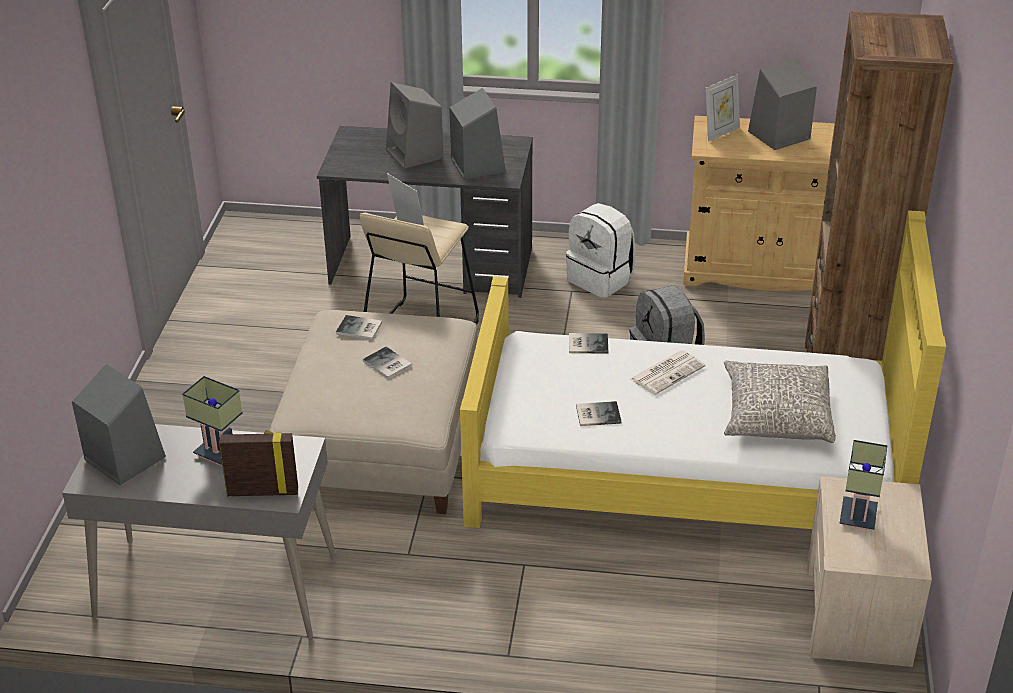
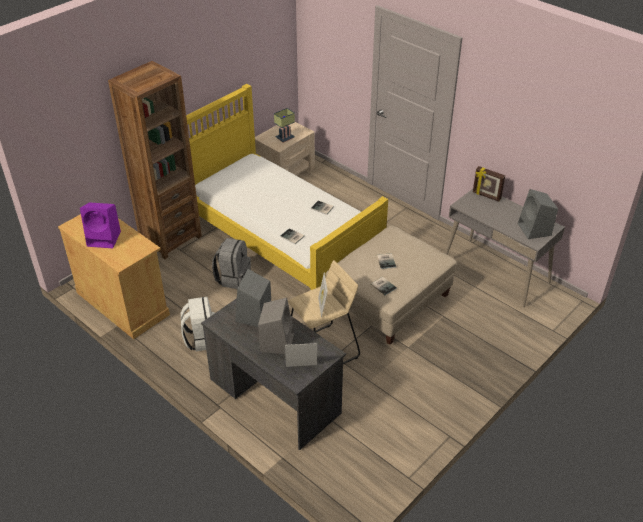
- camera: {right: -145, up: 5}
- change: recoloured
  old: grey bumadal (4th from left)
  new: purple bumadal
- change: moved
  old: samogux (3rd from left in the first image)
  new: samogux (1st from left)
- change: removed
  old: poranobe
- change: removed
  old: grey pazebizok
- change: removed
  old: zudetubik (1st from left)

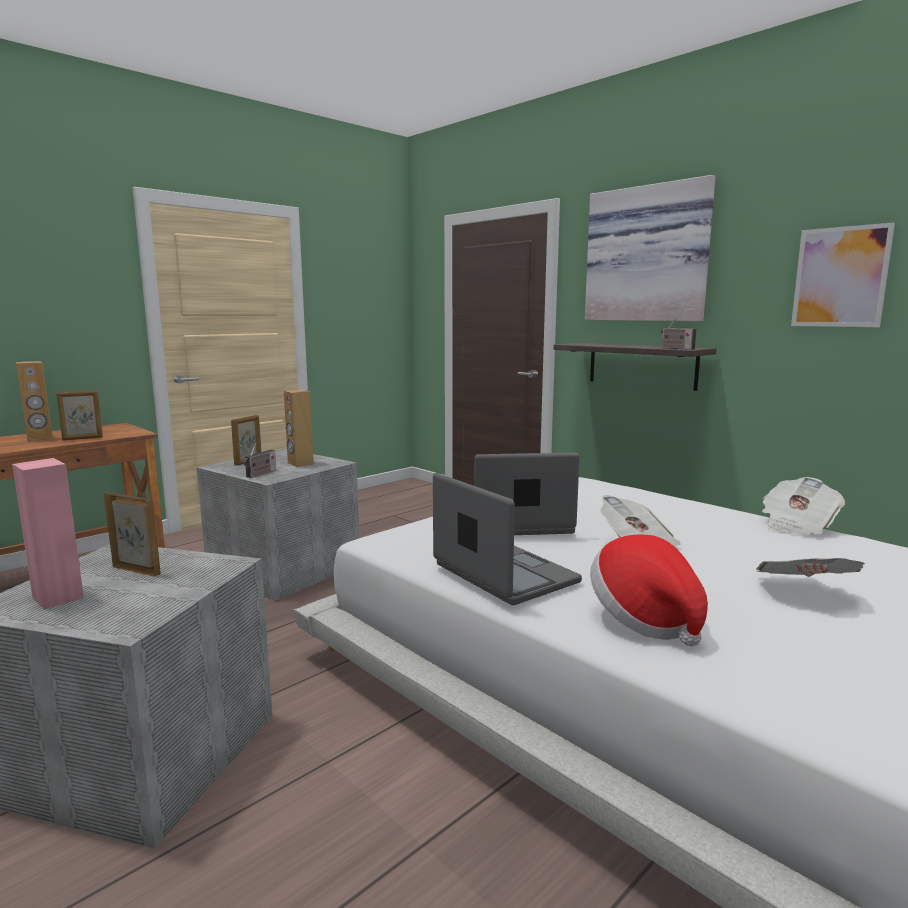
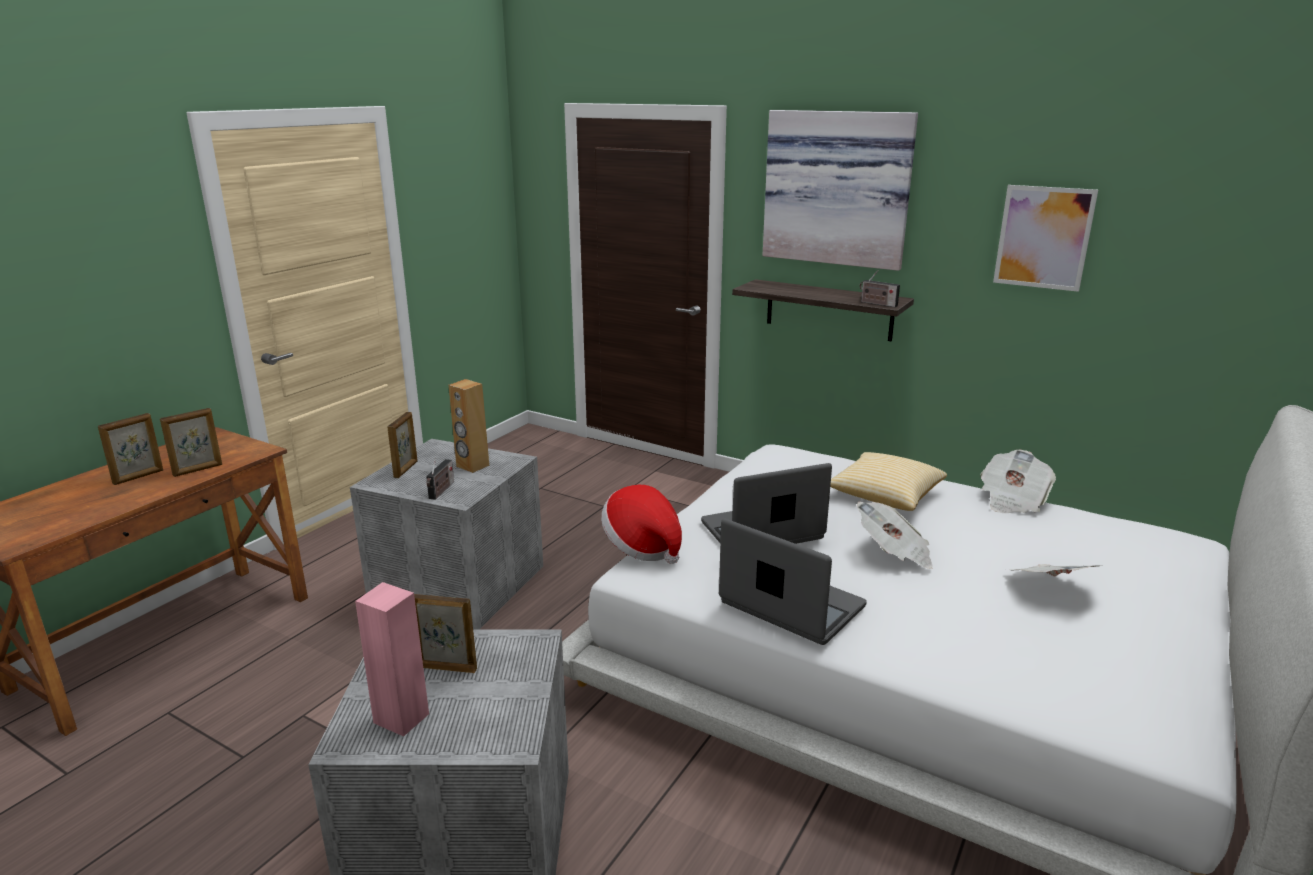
- camera: {right: -15, up: 10}
- change: replaced
  old: brown bumadal (1st from left)
  new: samogux (1st from left)
- change: moved
  old: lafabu
- change: added
  new: pazebizok

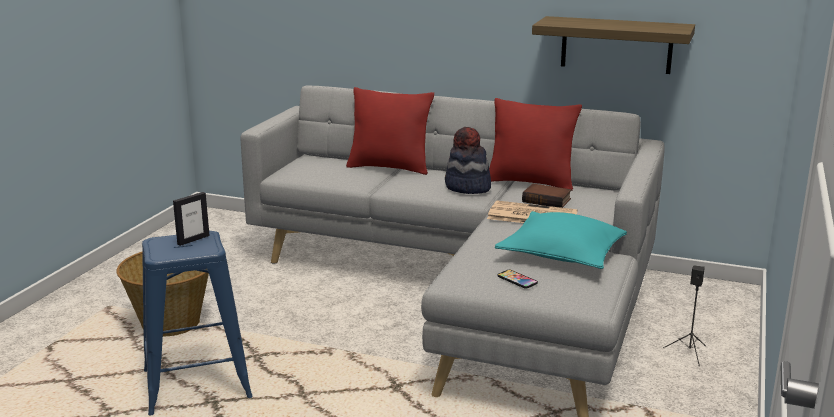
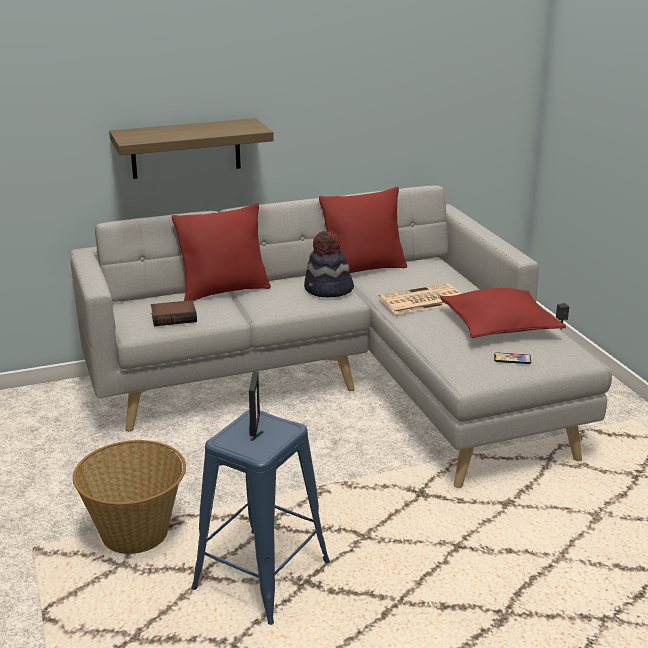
- camera: {right: -40, up: 5}
- change: moved
  old: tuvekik
- change: moved
  old: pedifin
- change: recoloured
  old: turquoise pazebizok
  new: red pazebizok (3rd from left)

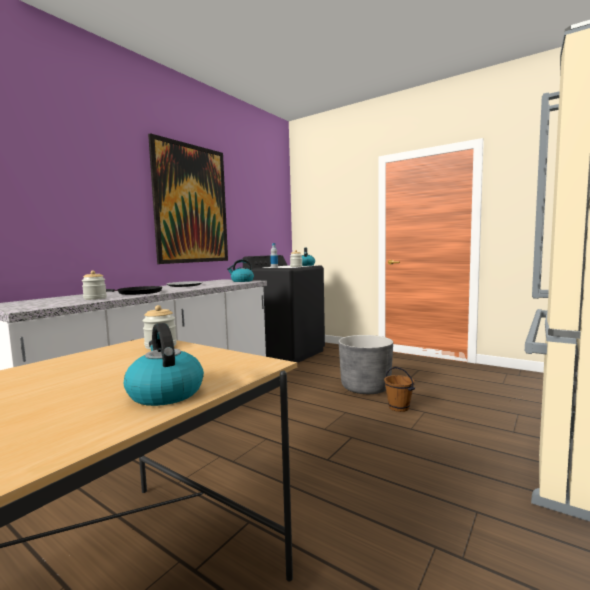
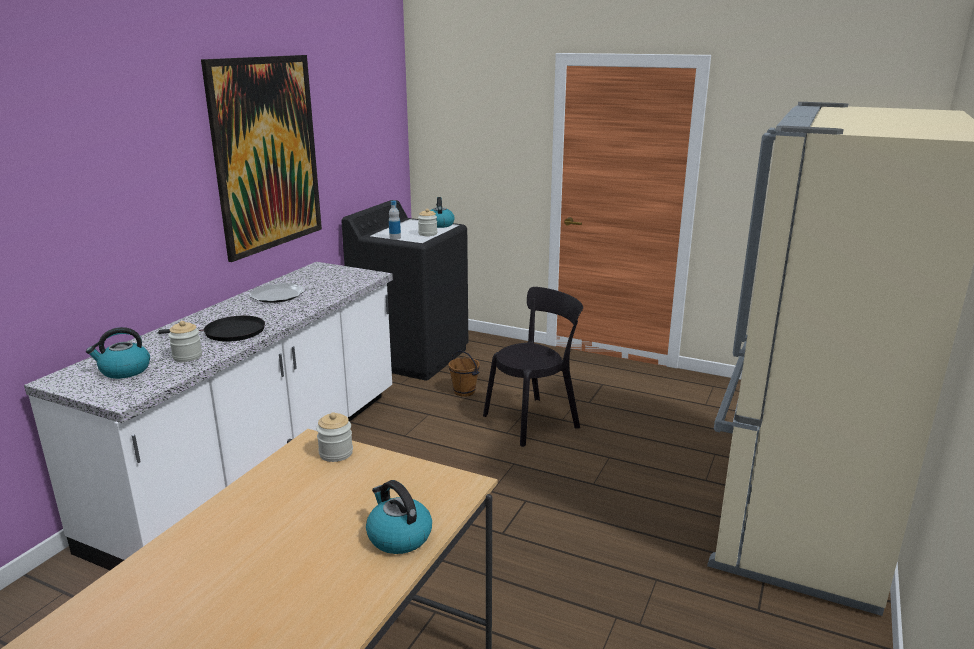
- camera: {right: -10, up: 15}
- change: moved
  old: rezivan (2nd from left in the first image)
  new: rezivan (1st from left)
- change: replaced
  old: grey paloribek
  new: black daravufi
- change: moved
  old: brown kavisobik

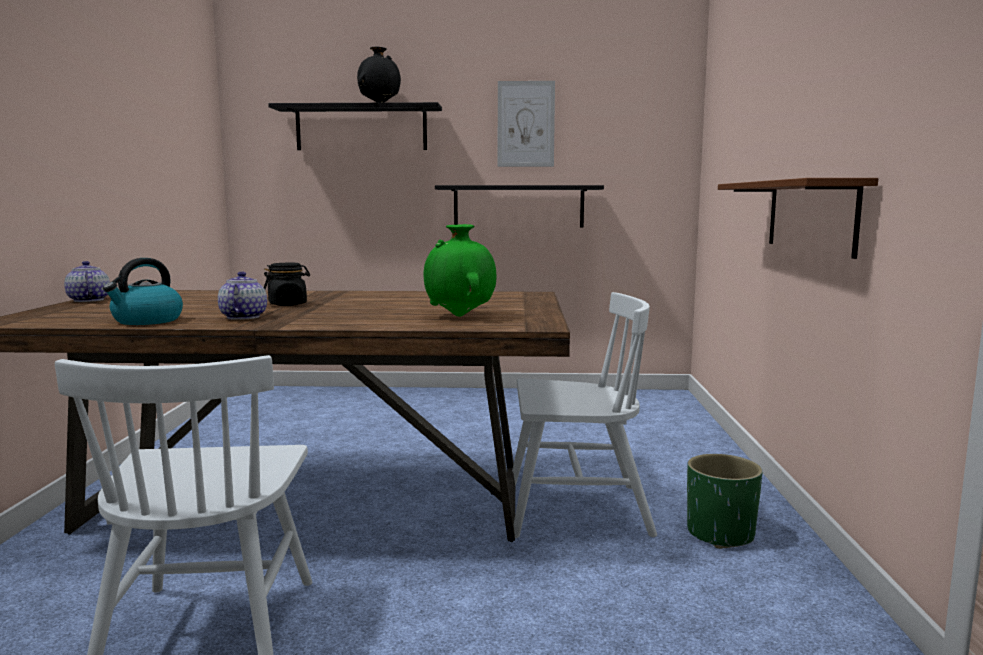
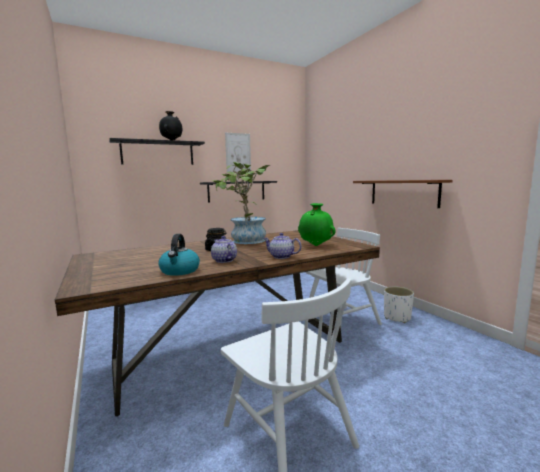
- camera: {right: -30, up: 0}
- change: moved
  old: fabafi (1st from left in the first image)
  new: fabafi (2nd from left)
- change: recoloured
  old: green paloribek
  new: white paloribek
- change: added
  new: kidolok

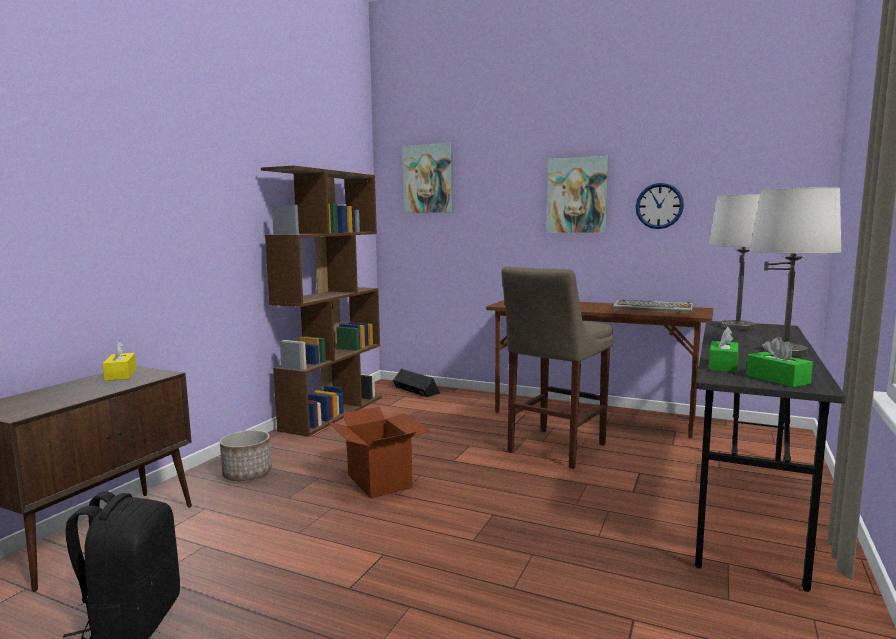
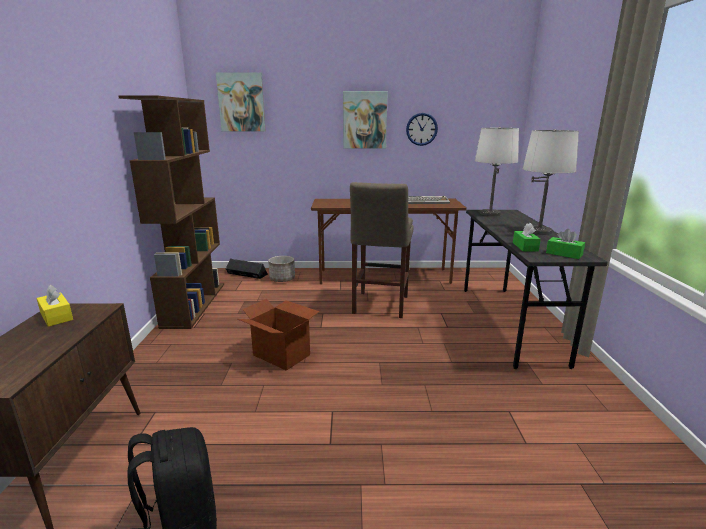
- camera: {right: -25, up: 10}
- change: moved
  old: paloribek

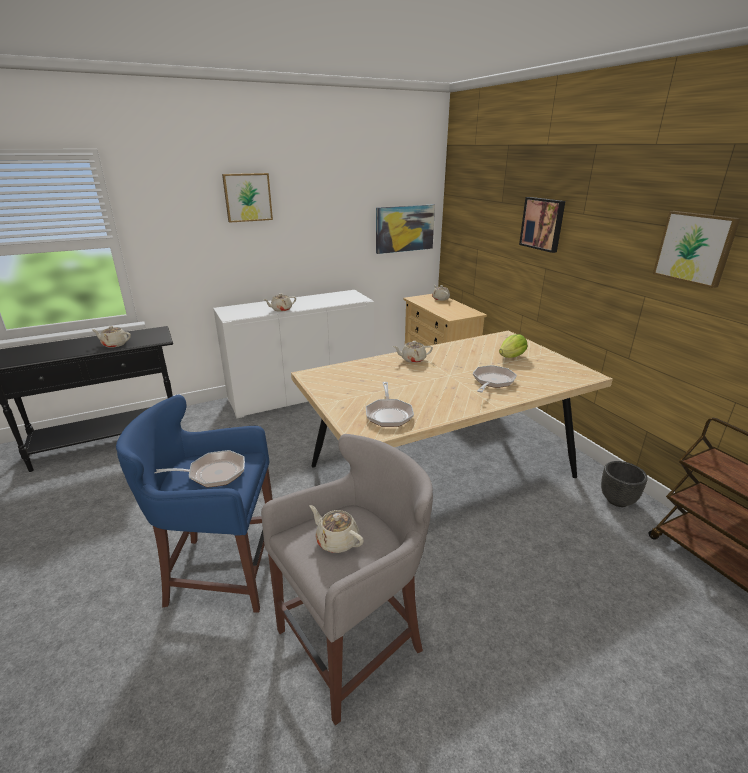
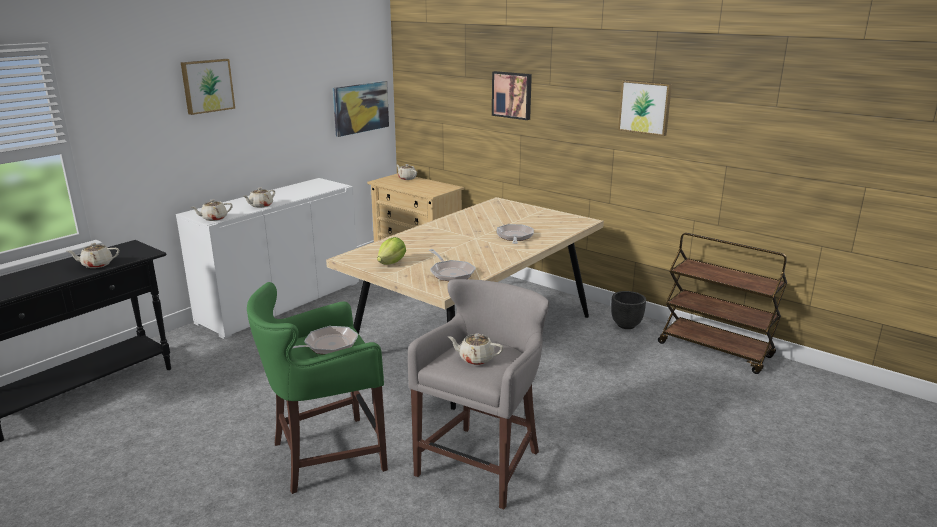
- camera: {right: -25, up: -5}
- change: moved
  old: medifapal
- change: moved
  old: beige fabafi (4th from left in the first image)
  new: beige fabafi (2nd from left)
- change: recoloured
  old: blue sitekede
  new: green sitekede

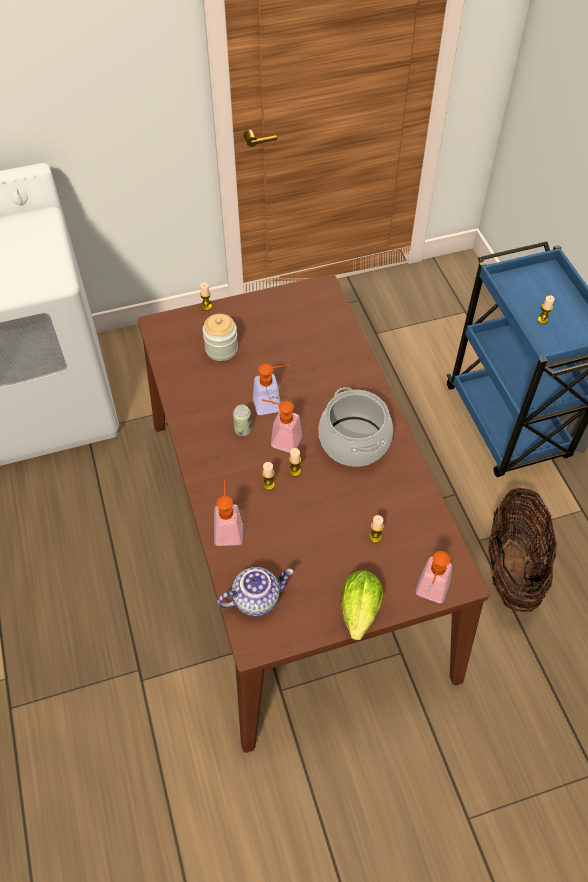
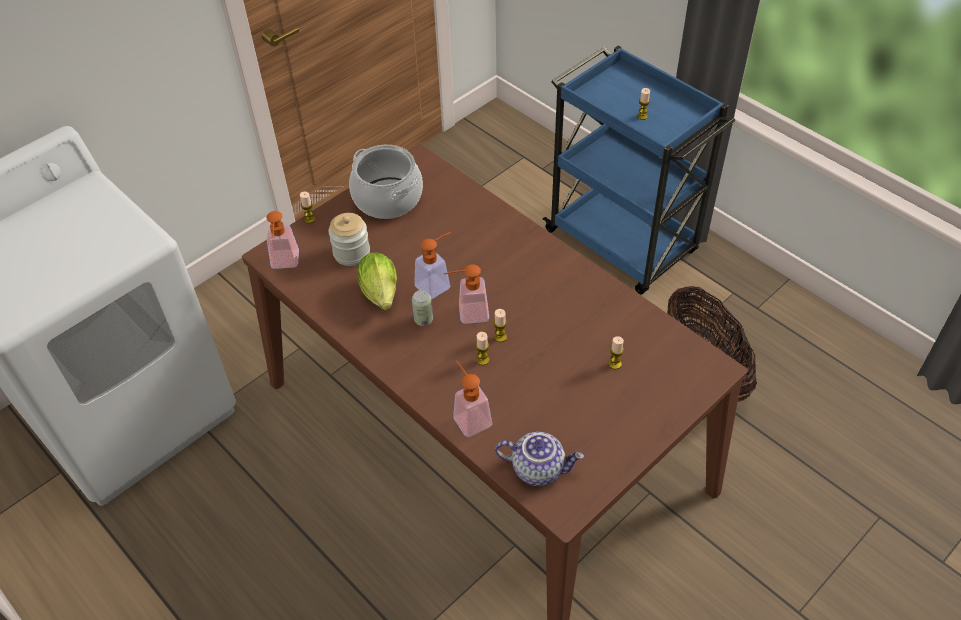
- camera: {right: -25, up: -5}
- change: moved
  old: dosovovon
- change: moved
  old: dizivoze (4th from left in the first image)
  new: dizivoze (1st from left)
- change: turned
  old: fabafi
  degrees: 60
- change: moved
  old: medifapal

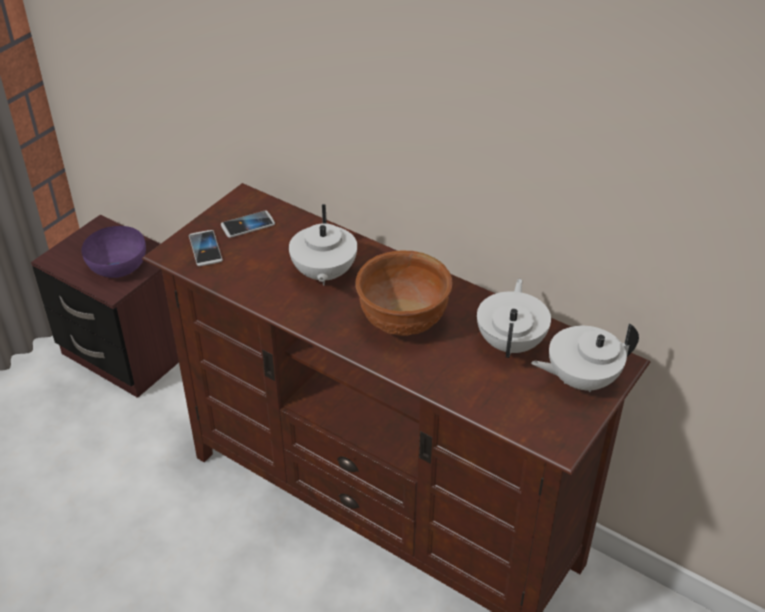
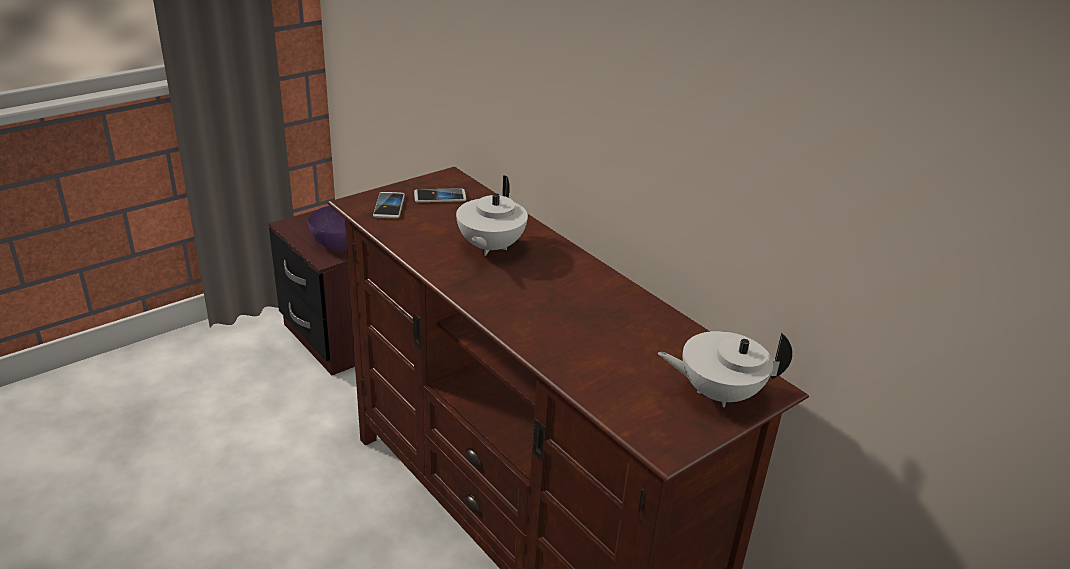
- camera: {right: 15, up: -10}
- change: removed
  old: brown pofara
- change: removed
  old: white fabafi (2nd from left)

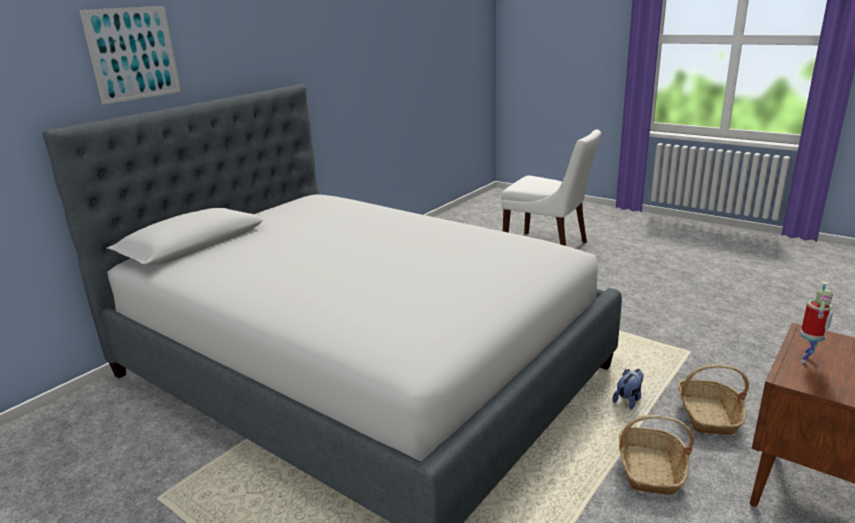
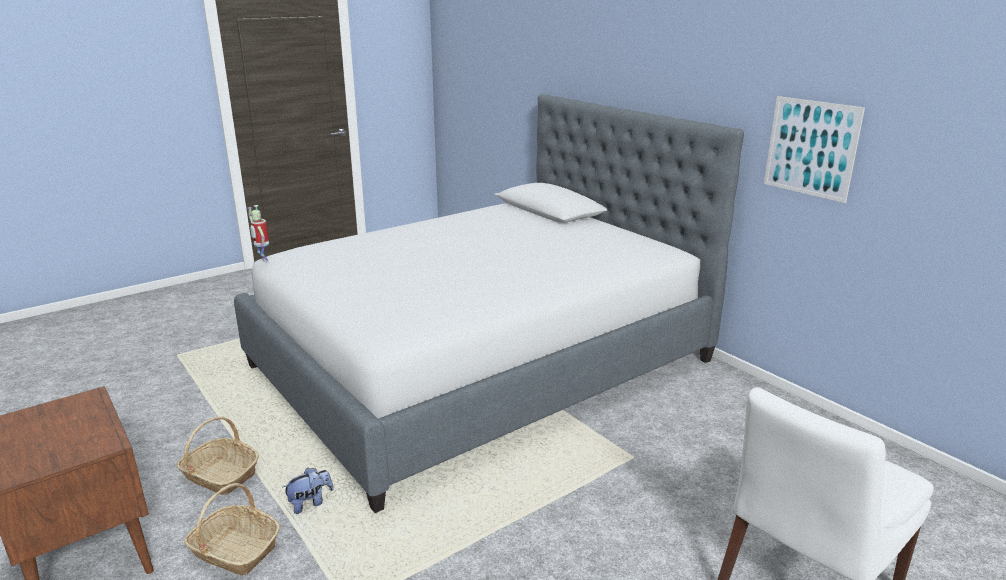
- camera: {right: 105, up: 0}
- change: moved
  old: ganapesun
- change: moved
  old: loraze
- change: turned
  old: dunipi
  degrees: -90

